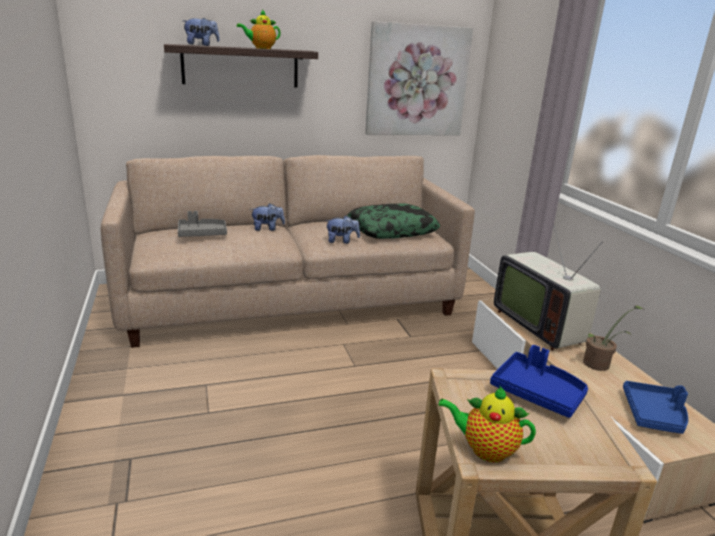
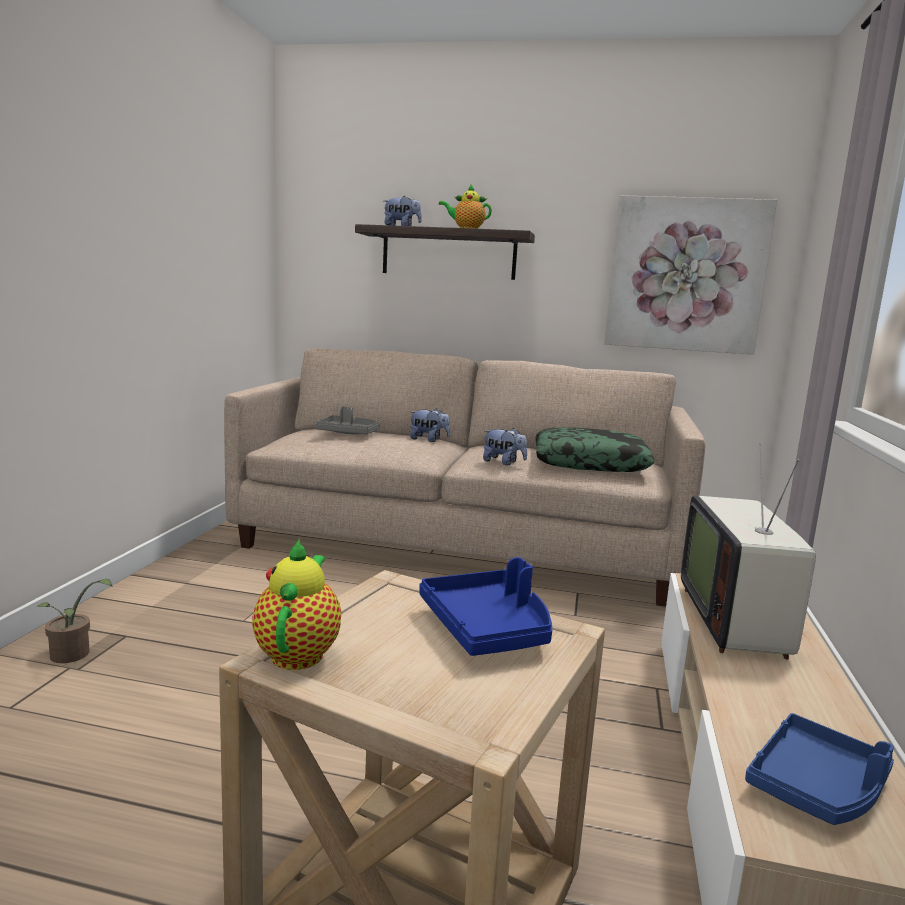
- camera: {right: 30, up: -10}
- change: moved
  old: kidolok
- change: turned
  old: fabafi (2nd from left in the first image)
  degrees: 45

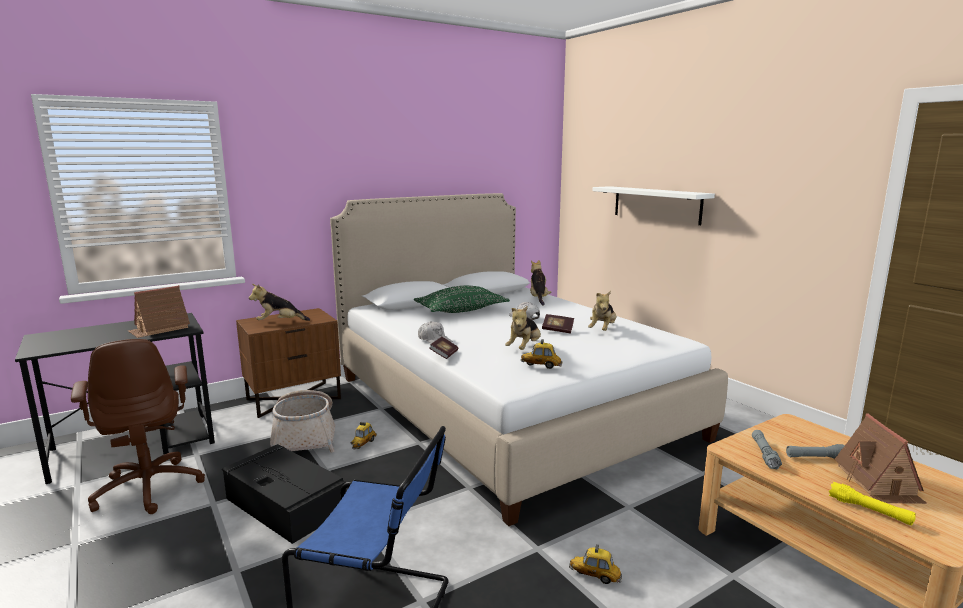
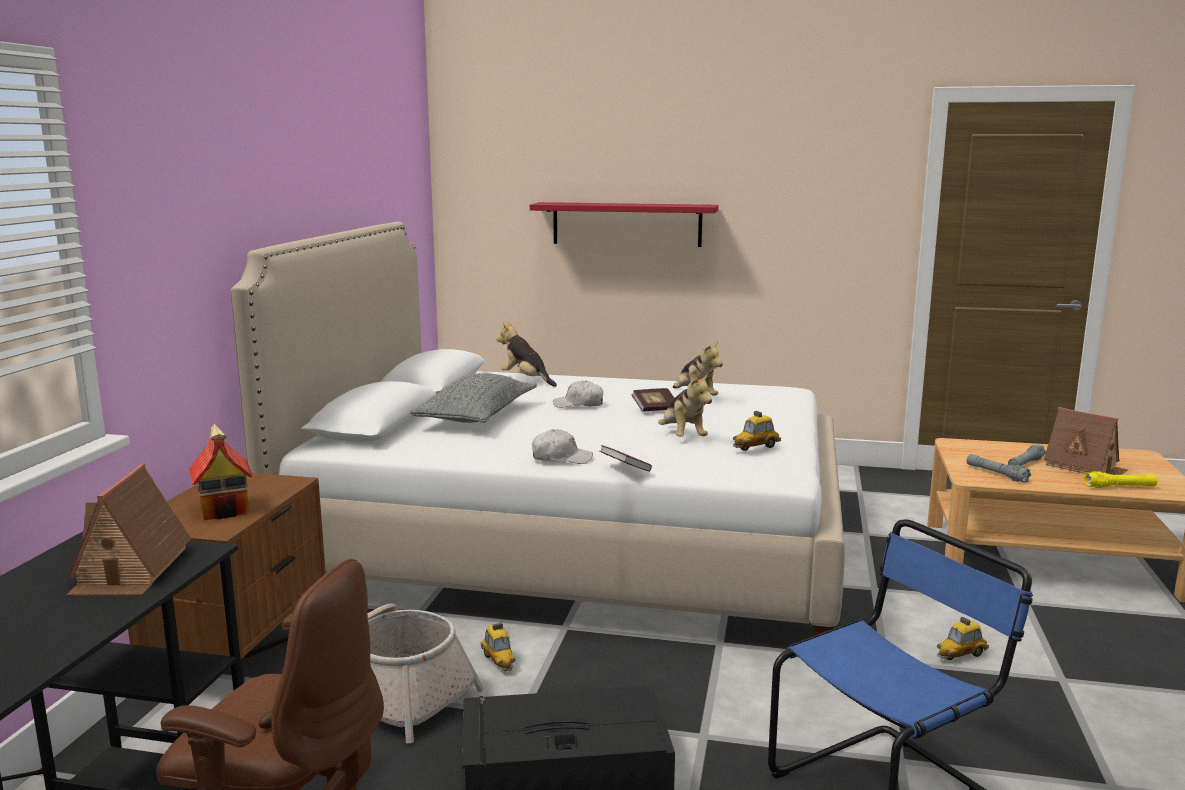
- camera: {right: -45, up: 0}
- change: recoloured
  old: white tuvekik
  new: red tuvekik
- change: replaced
  old: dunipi (1st from left)
  new: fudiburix (2nd from left)
- change: recoloured
  old: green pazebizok
  new: grey pazebizok

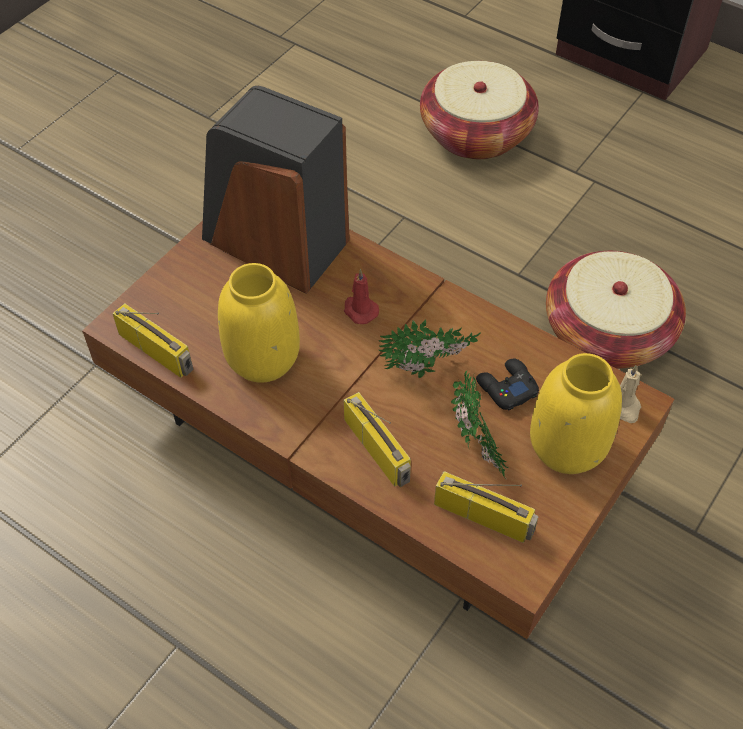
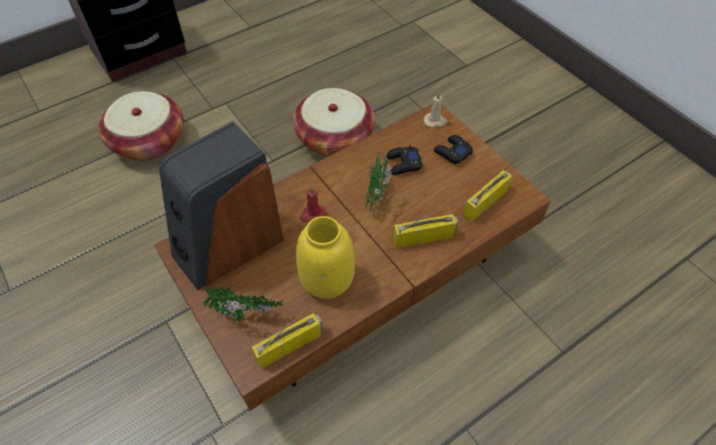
- camera: {right: -70, up: 0}
- change: replaced
  old: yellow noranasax (2nd from left)
  new: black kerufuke (2nd from left)
- change: moved
  old: kidolok (2nd from left in the first image)
  new: kidolok (1st from left)

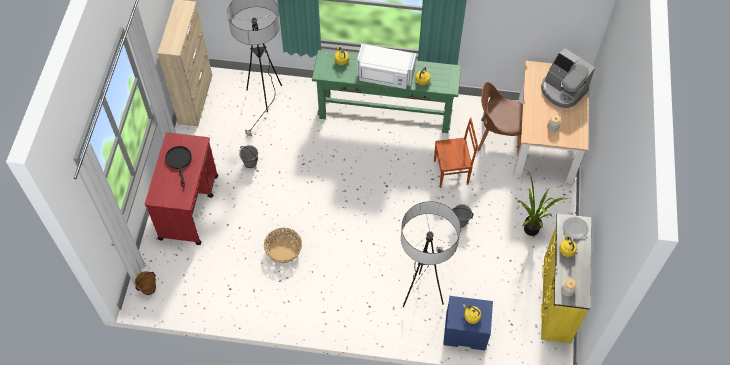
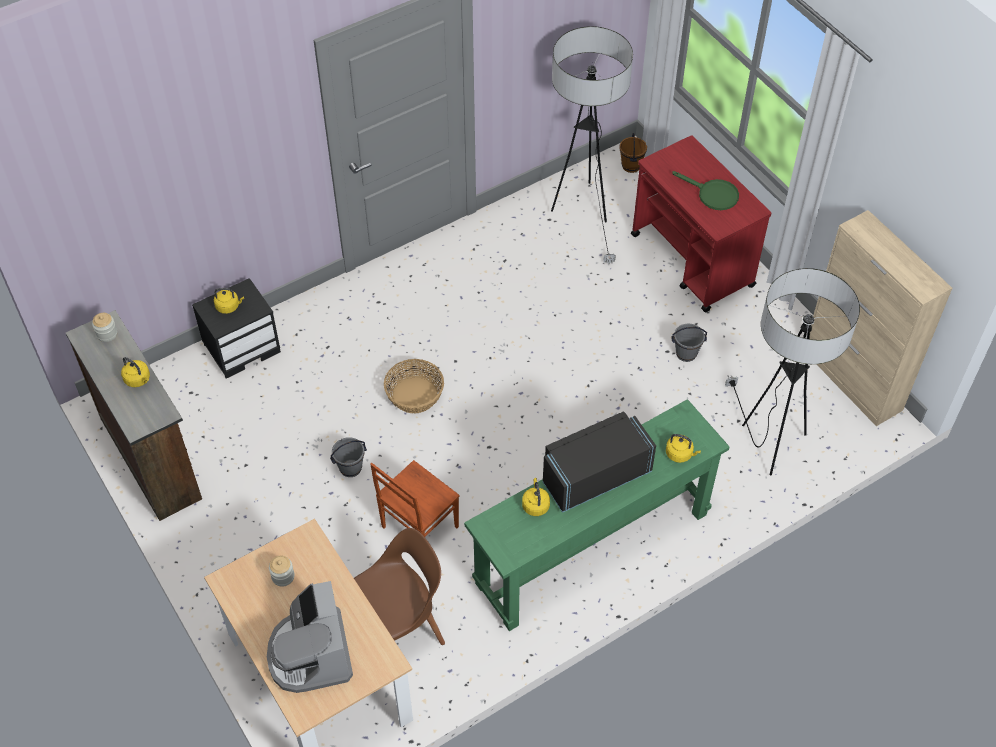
- camera: {right: 140, up: -5}
- change: recoloured
  old: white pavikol
  new: black pavikol
- change: turned
  old: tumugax
  degrees: -105
- change: recoloured
  old: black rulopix
  new: green rulopix
- change: removed
  old: kidolok
- change: moved
  old: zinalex (2nd from left in the first image)
  new: zinalex (1st from left)
- change: recoloured
  old: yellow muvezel
  new: brown muvezel
- change: removed
  old: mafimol
- change: moved
  old: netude
- change: recoloured
  old: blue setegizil
  new: black setegizil

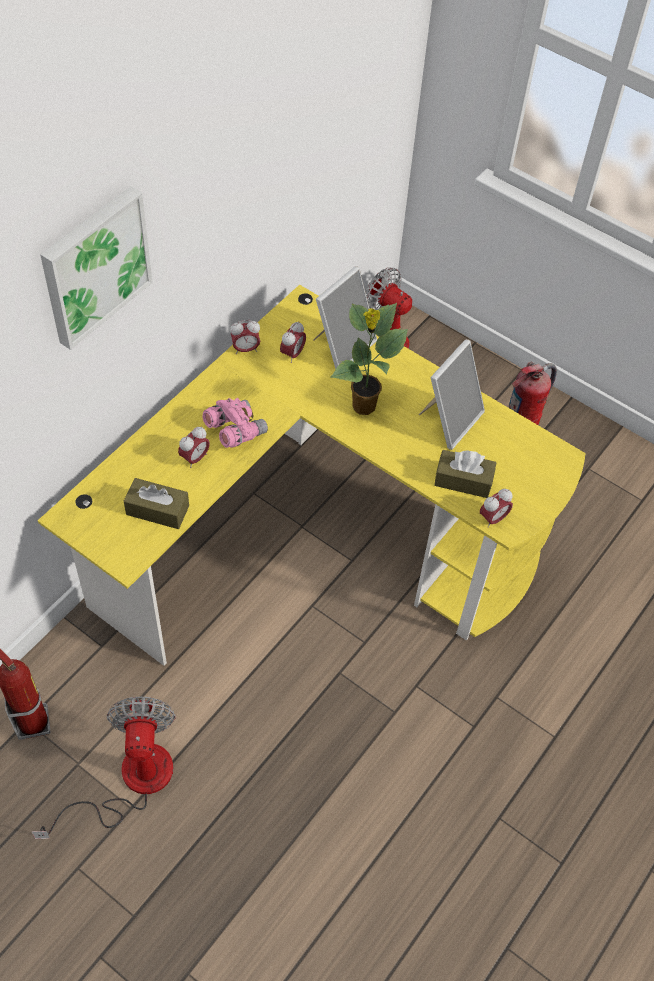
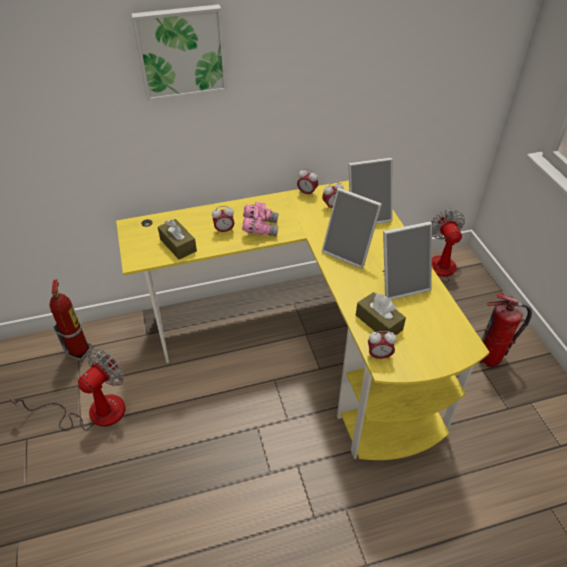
- camera: {right: 40, up: -10}
- change: replaced
  old: kidolok
  new: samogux (1st from left)

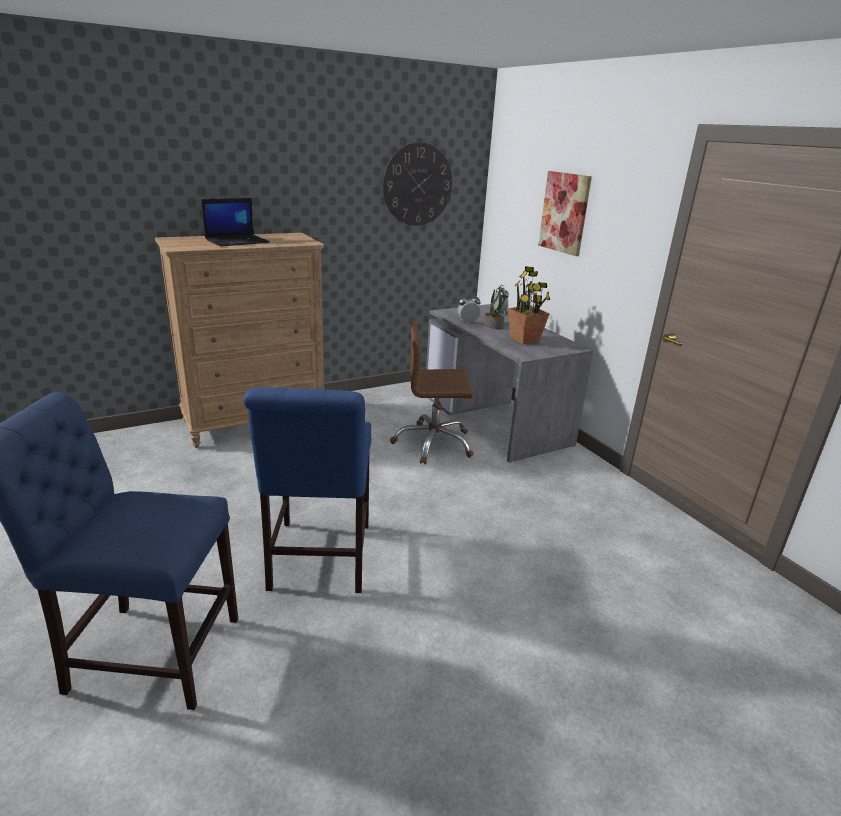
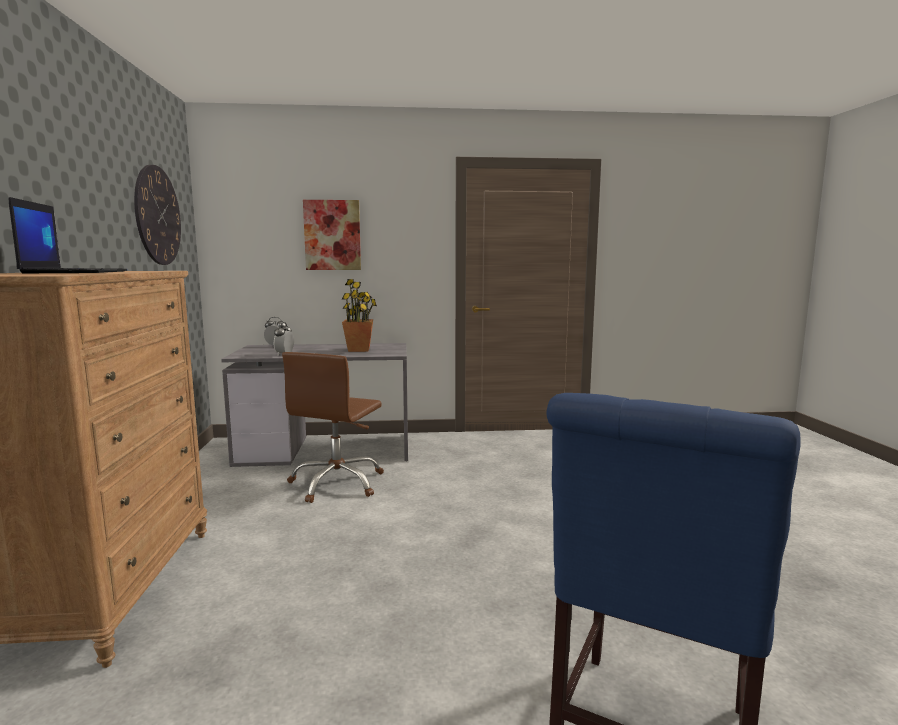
- camera: {right: -65, up: -15}
- change: removed
  old: kidolok (1st from left)
- change: removed
  old: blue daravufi (2nd from left)

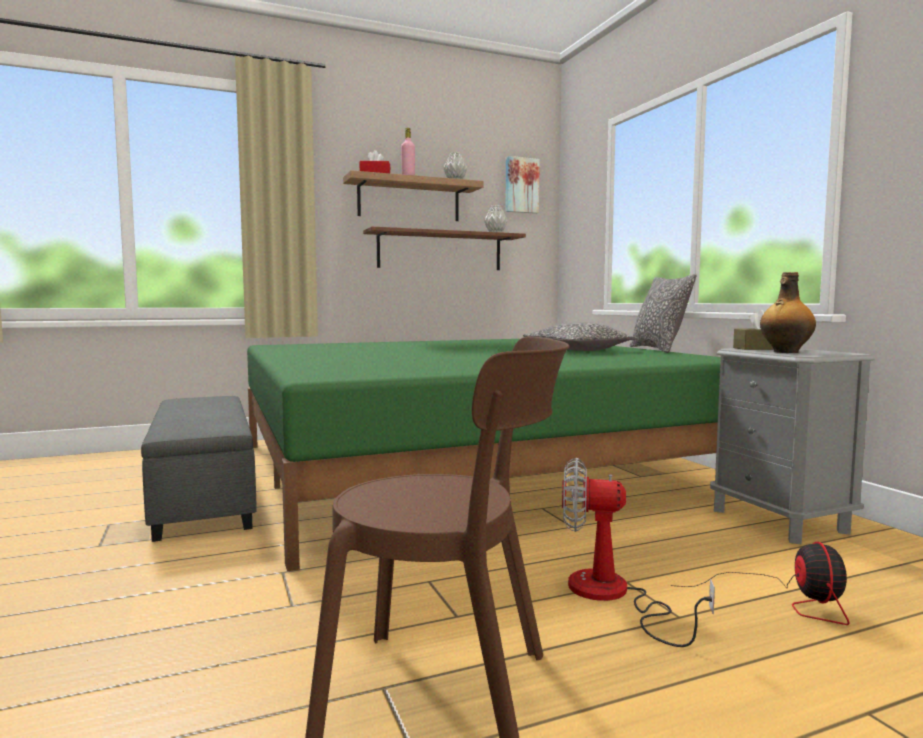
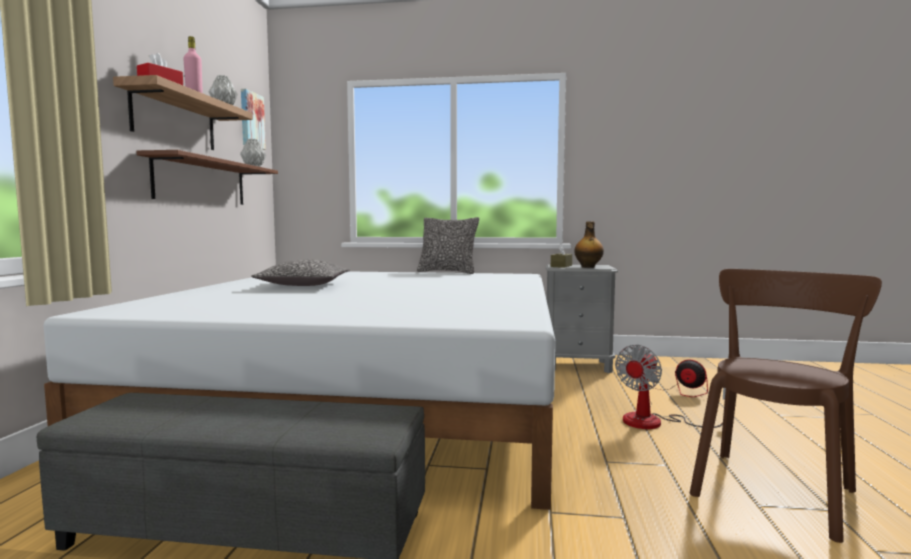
- camera: {right: -60, up: 0}
- change: moved
  old: pazebizok (1st from left)
- change: recoloured
  old: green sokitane
  new: white sokitane

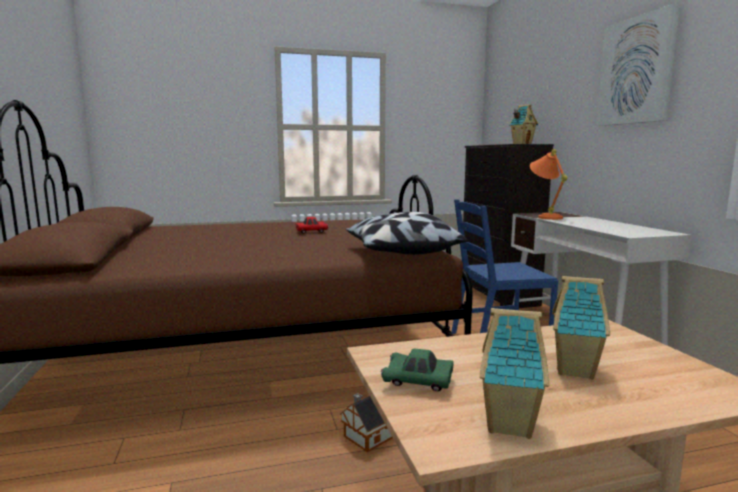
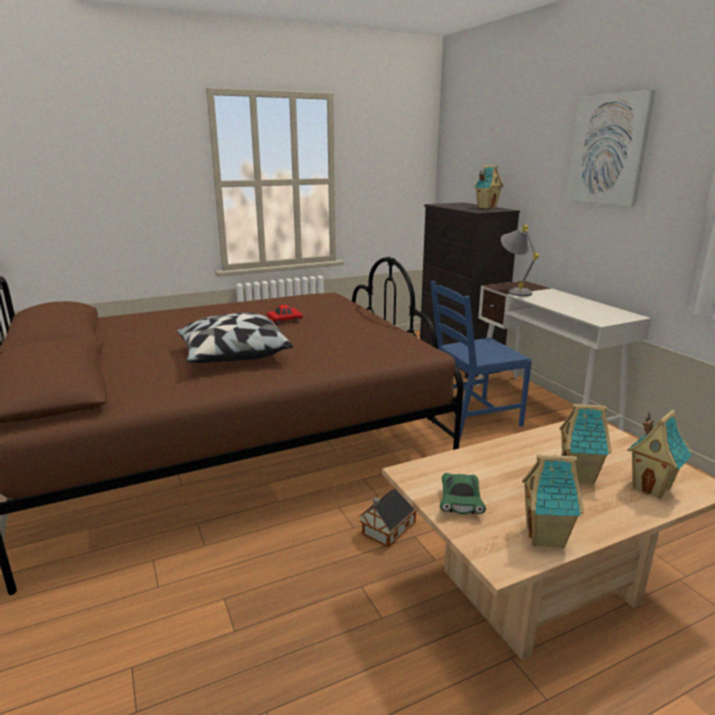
- camera: {right: -10, up: 10}
- change: recoloured
  old: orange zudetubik
  new: grey zudetubik
- change: moved
  old: pazebizok
- change: turned
  old: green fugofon
  degrees: -90
- change: added
  new: fudiburix (5th from left)

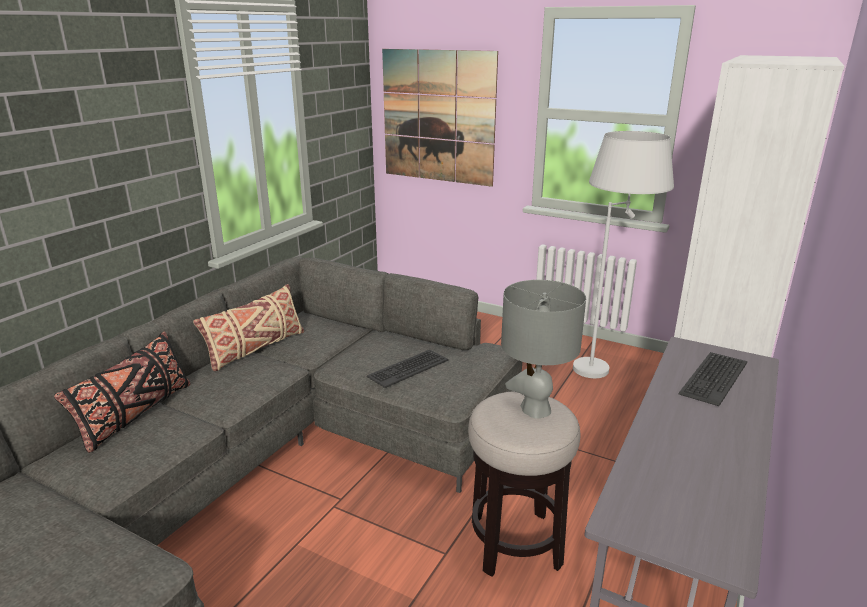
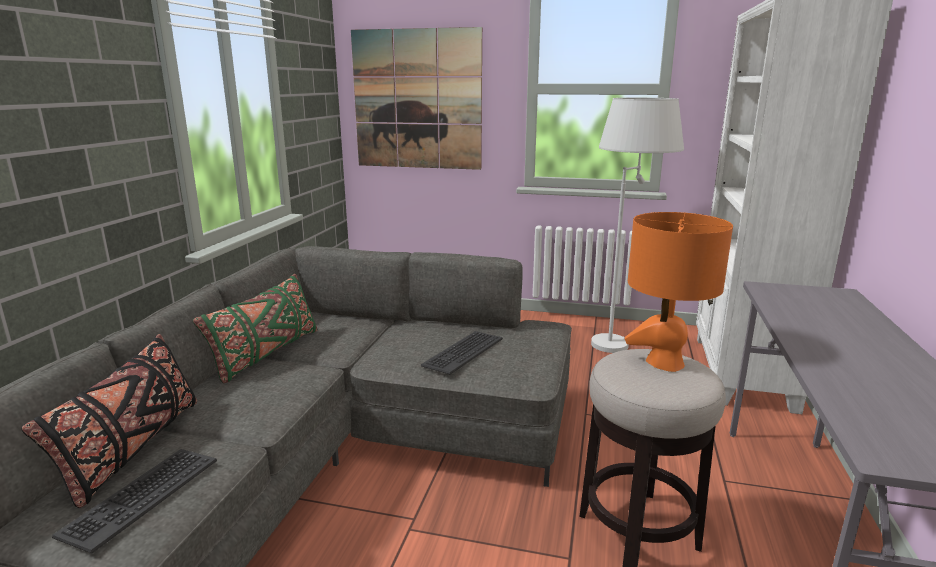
- camera: {right: -15, up: -5}
- change: recoloured
  old: grey zudetubik
  new: orange zudetubik
- change: recoloured
  old: beige pazebizok
  new: green pazebizok
- change: moved
  old: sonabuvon (2nd from left in the first image)
  new: sonabuvon (1st from left)

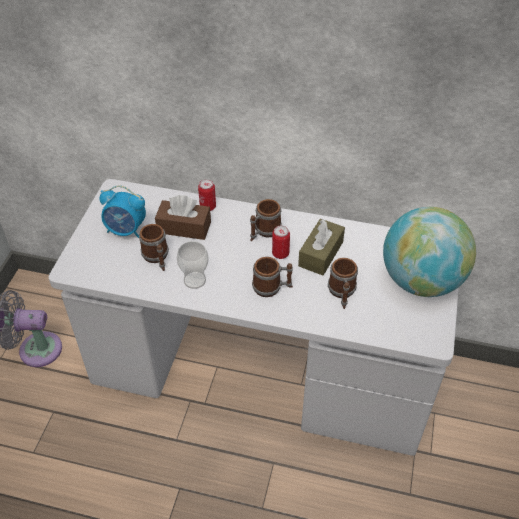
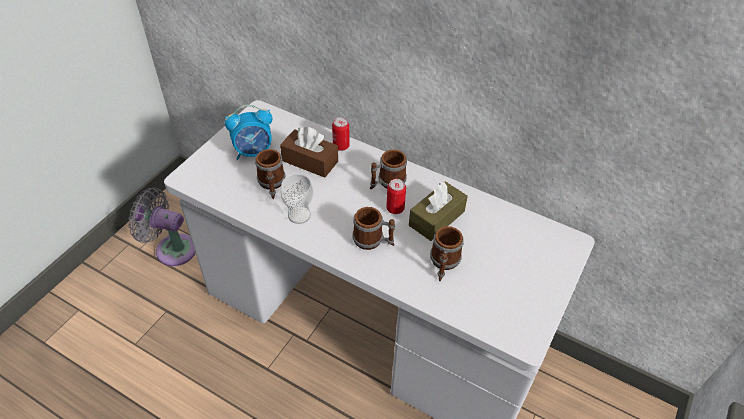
- camera: {right: 15, up: 0}
- change: turned
  old: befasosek
  degrees: -45
- change: removed
  old: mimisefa

